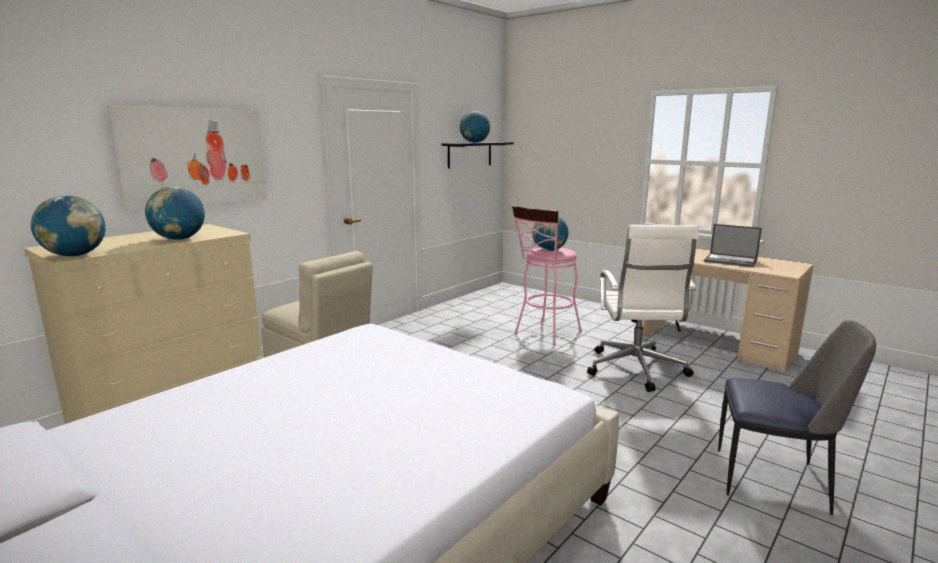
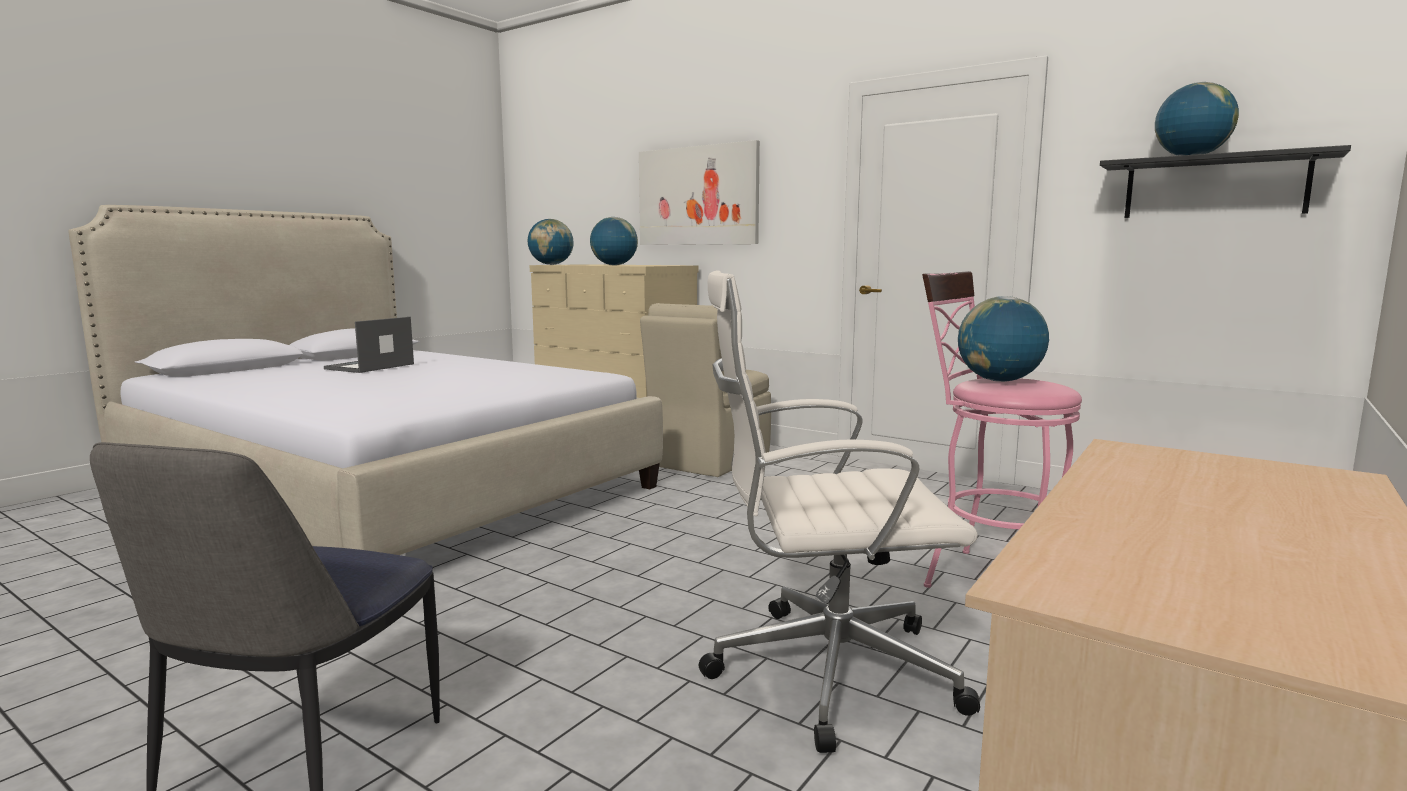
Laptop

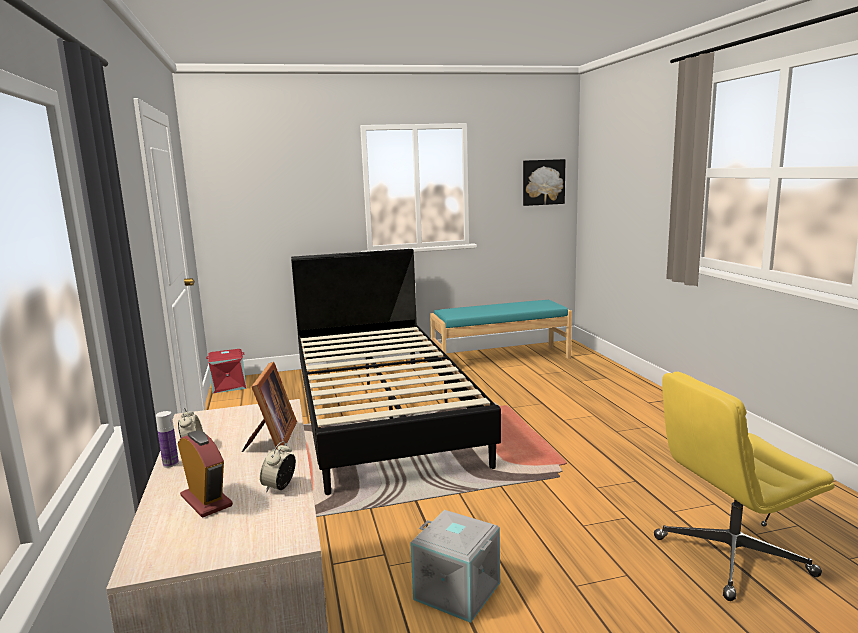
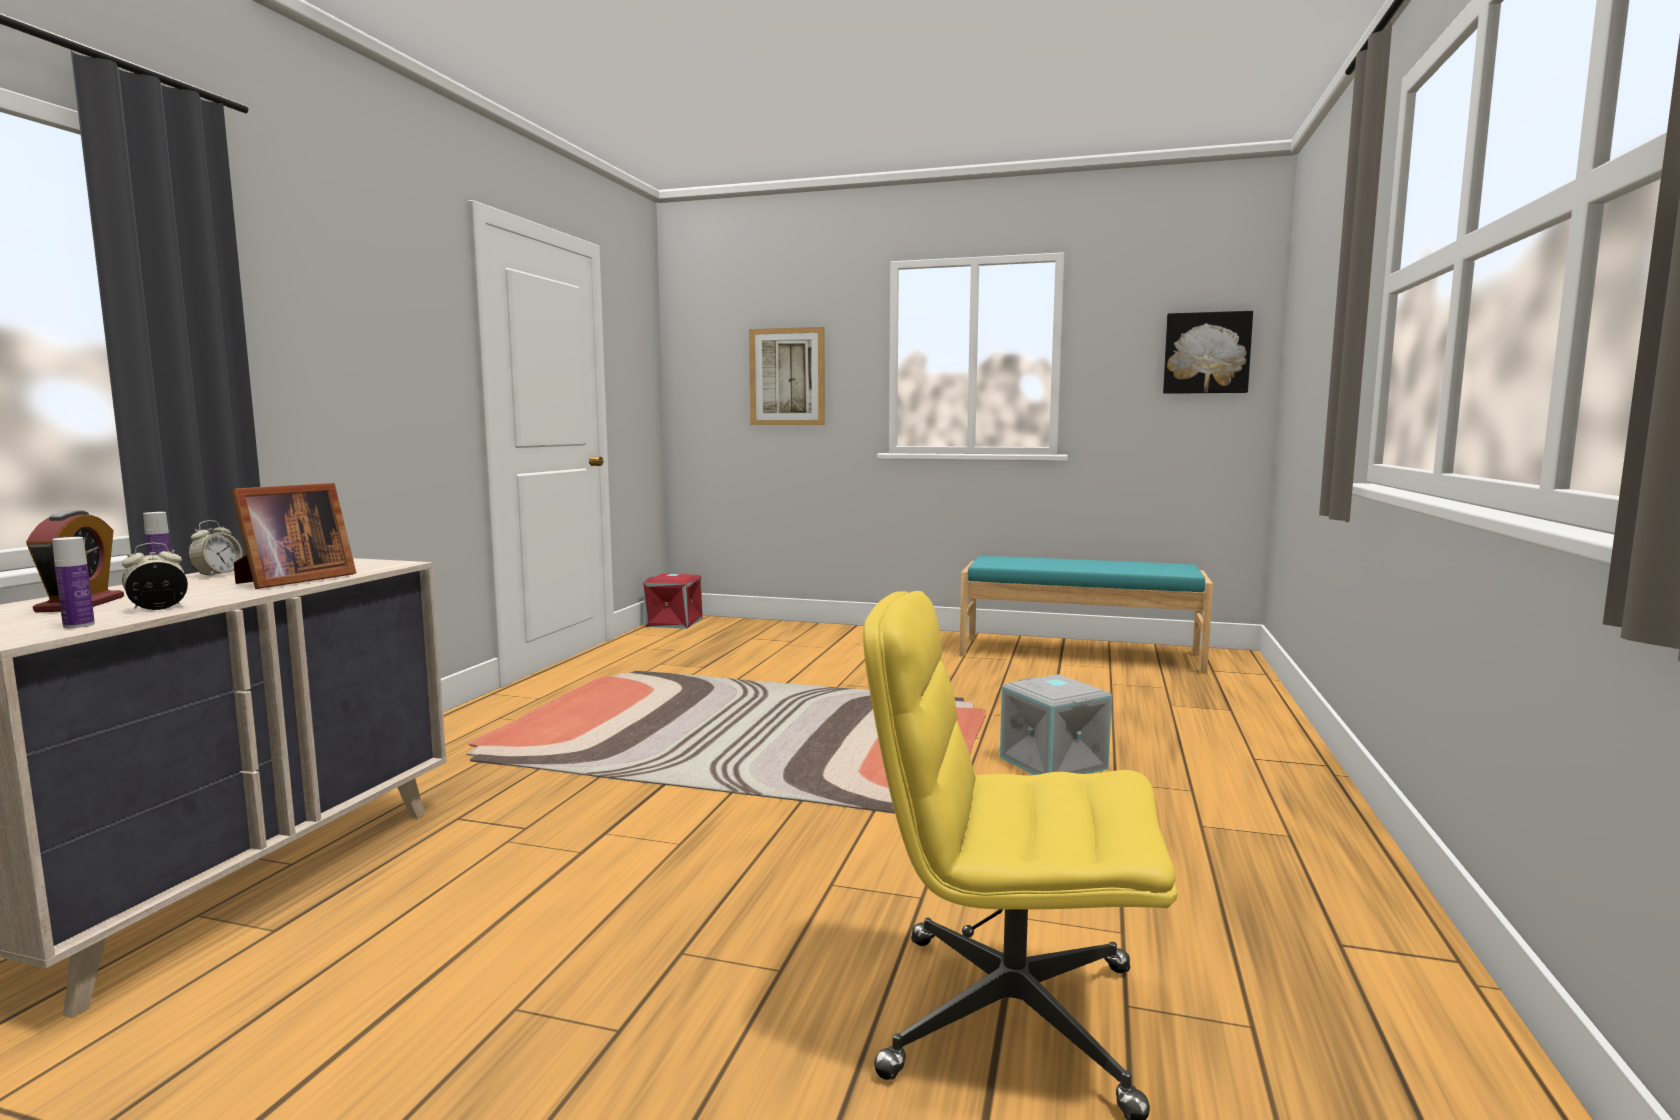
Bett/schwarz
Aufbewahrungsbox/grau
Bild (1st from left)
Flasche (1st from left)

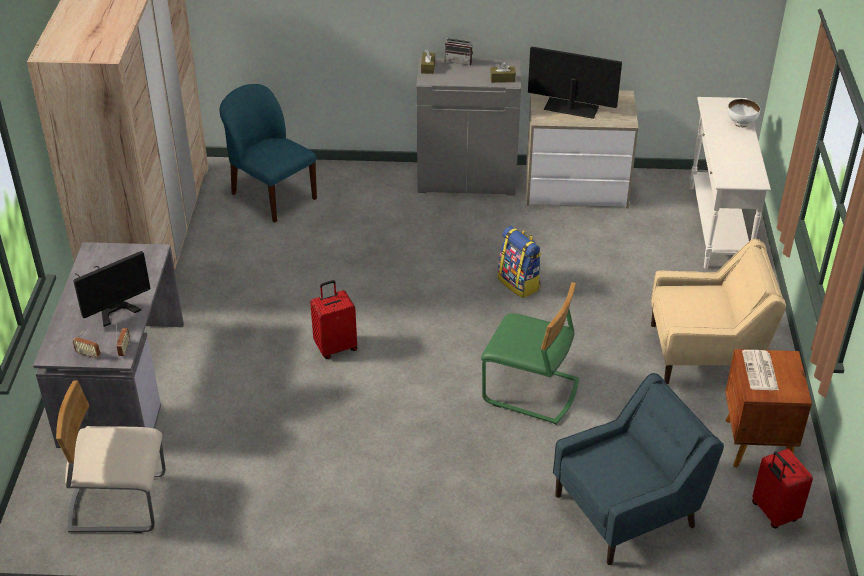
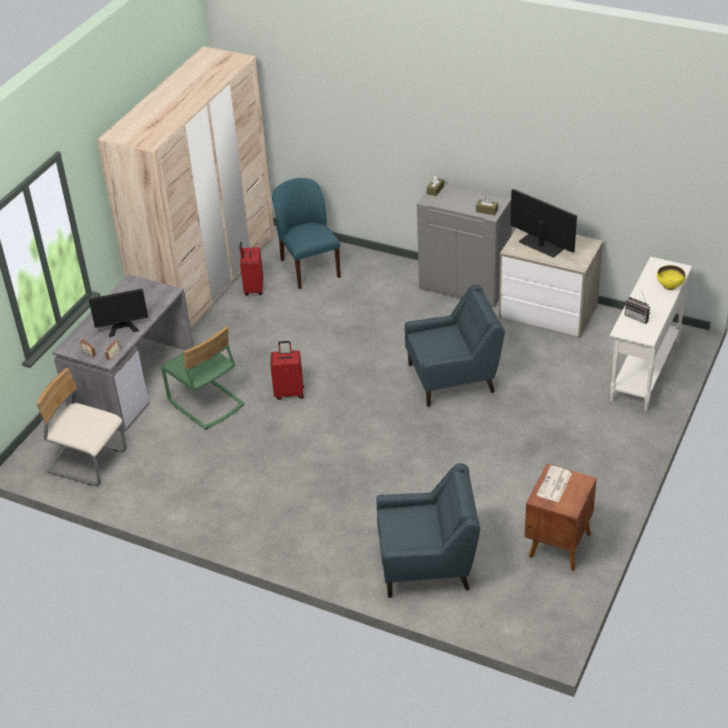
Radio (3rd from left)
Schüssel/gelb
Sessel/blau (2nd from left)
Sessel/beige
Stuhl/grün
Koffer/rot (1st from left)

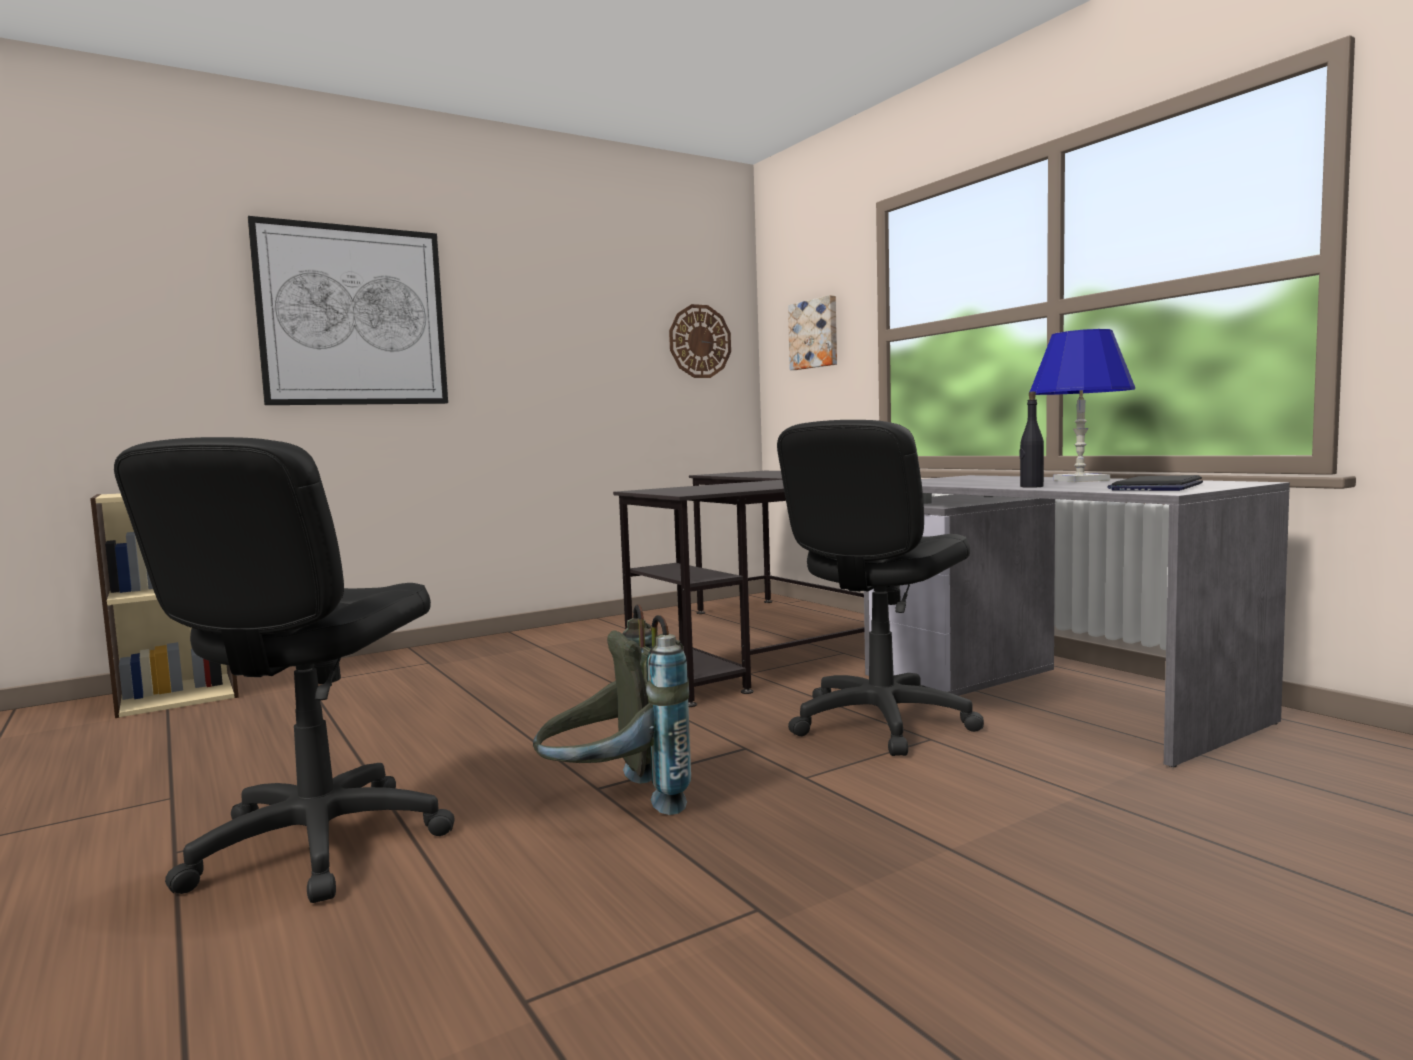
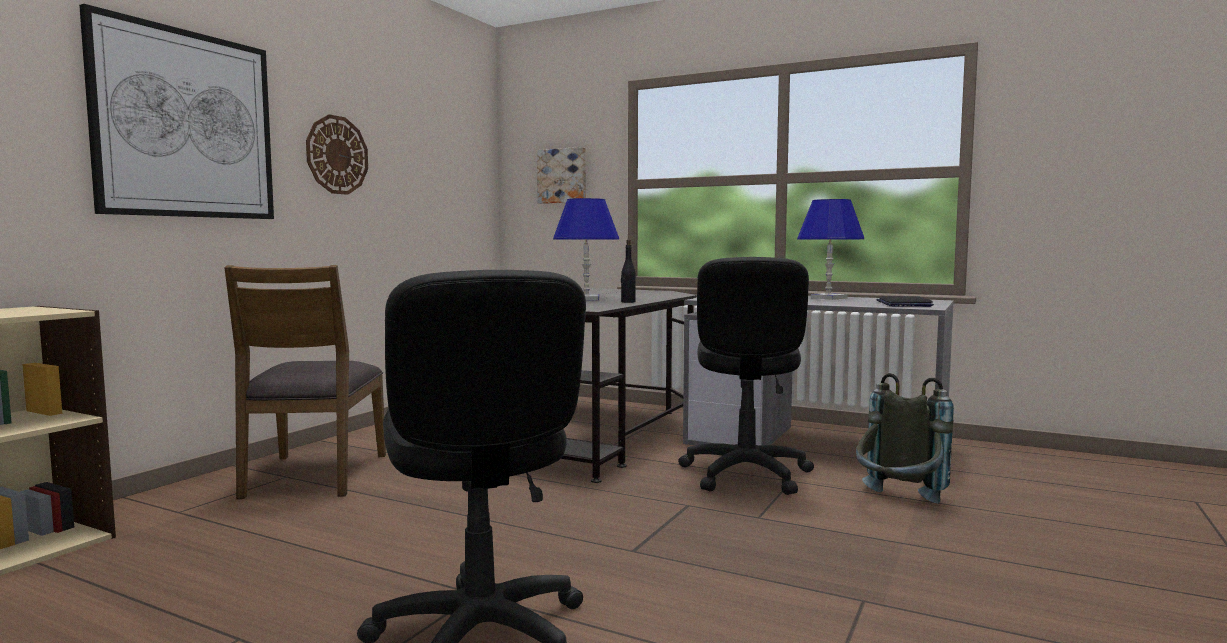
Wanduhr
Flasche/schwarz
Rucksack/grau
Tischlampe/blau (1st from left)
Stuhl/braun

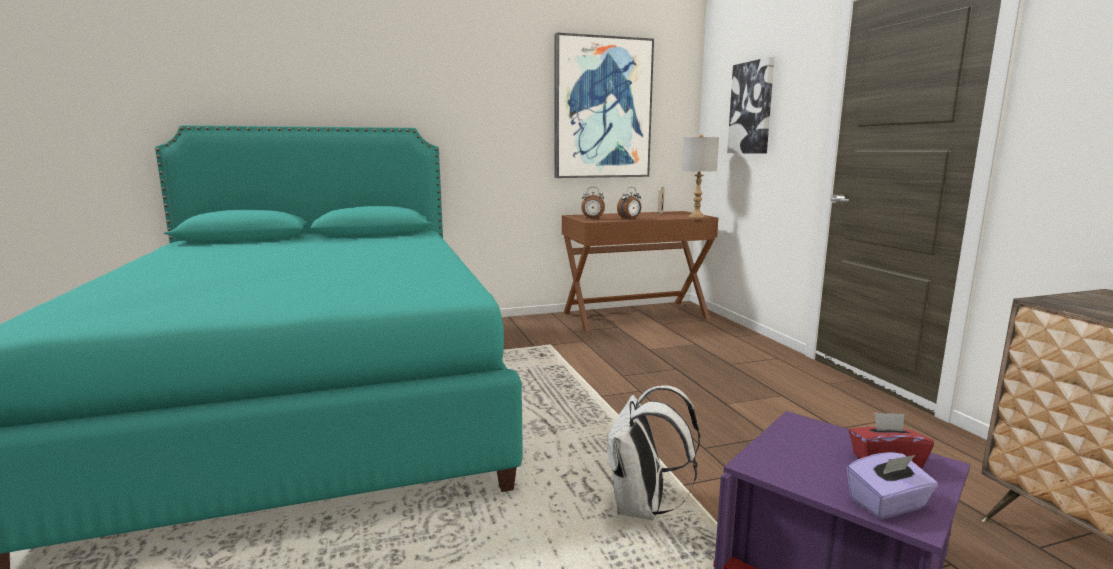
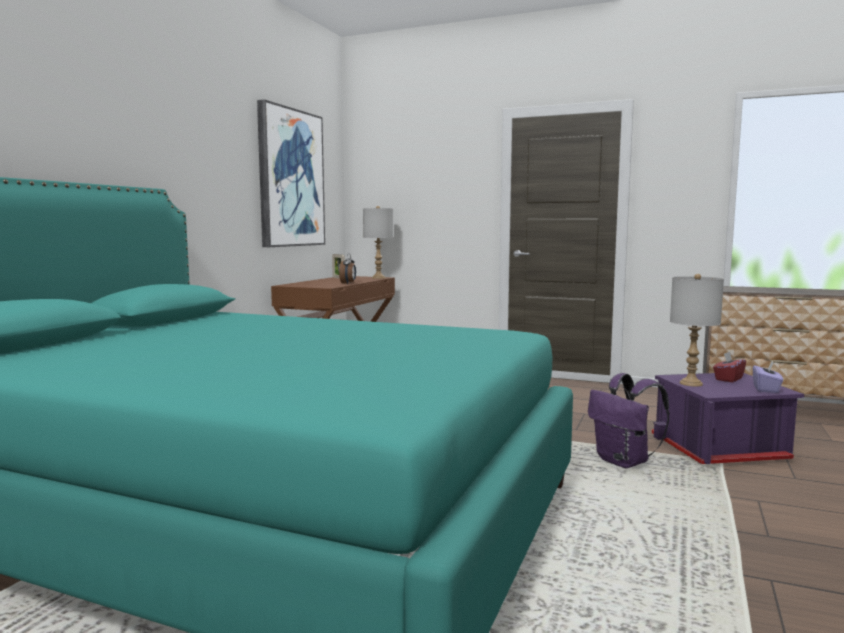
Bild (2nd from left in the first image)
Wecker (1st from left in the first image)
Rucksack/lila
Tischlampe/grau (2nd from left)

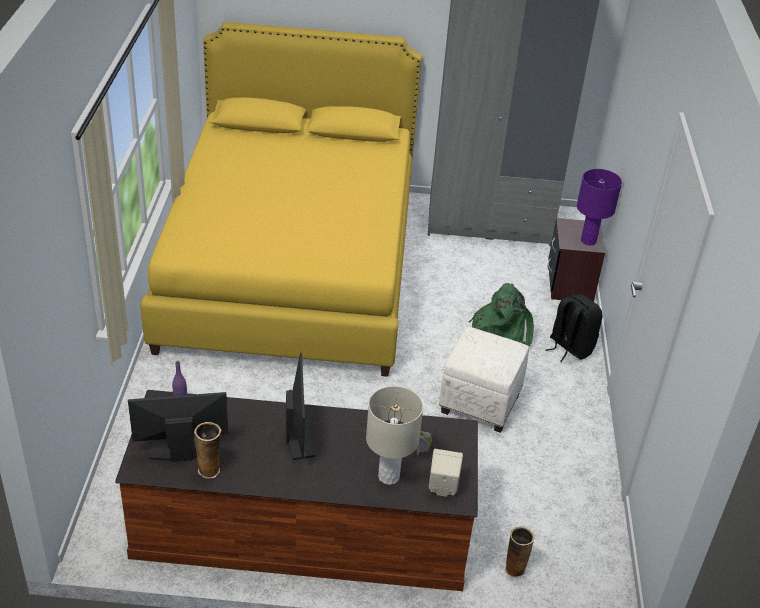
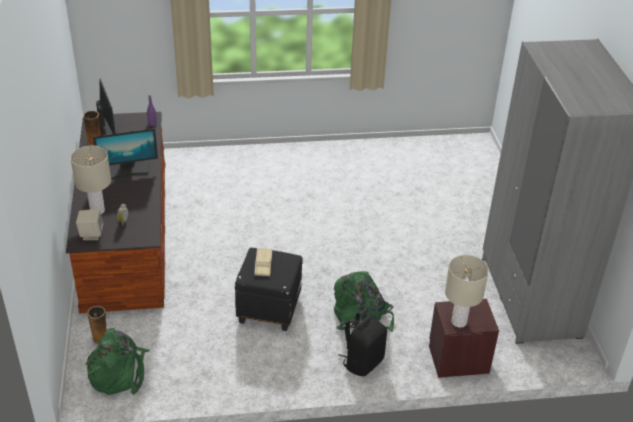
Bett/gelb
Tischlampe/beige (2nd from left)
Polsterhocker/schwarz
Tablett/beige
Rucksack/grün (1st from left)

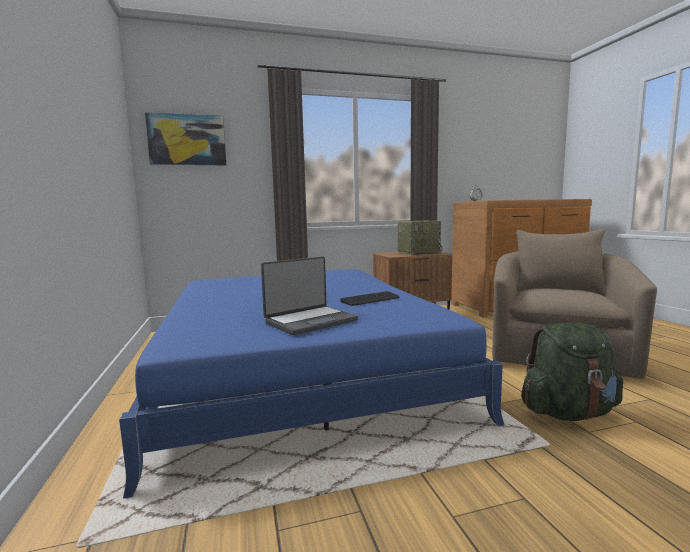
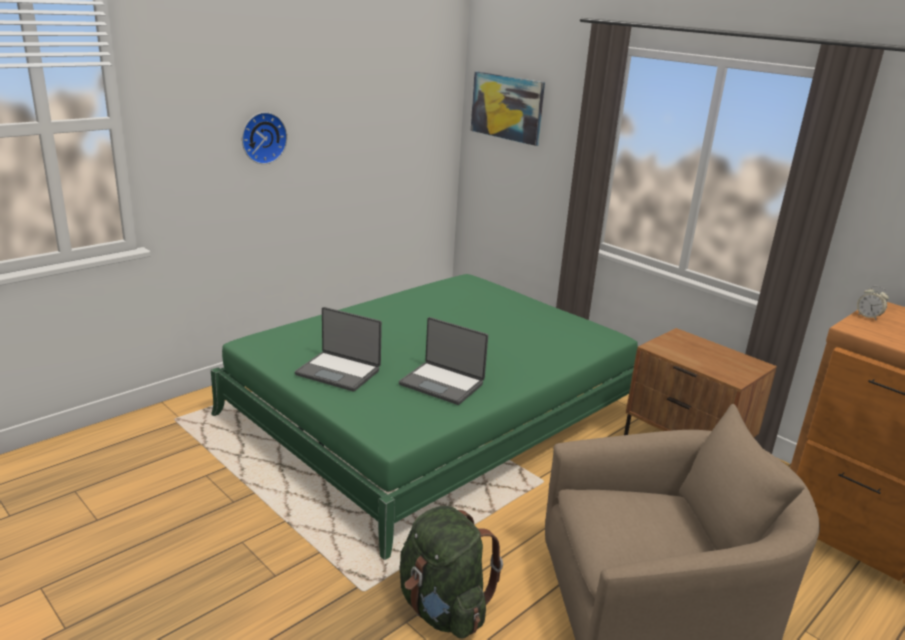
Radio
Bett/grün
Laptop (2nd from left)
Wanduhr

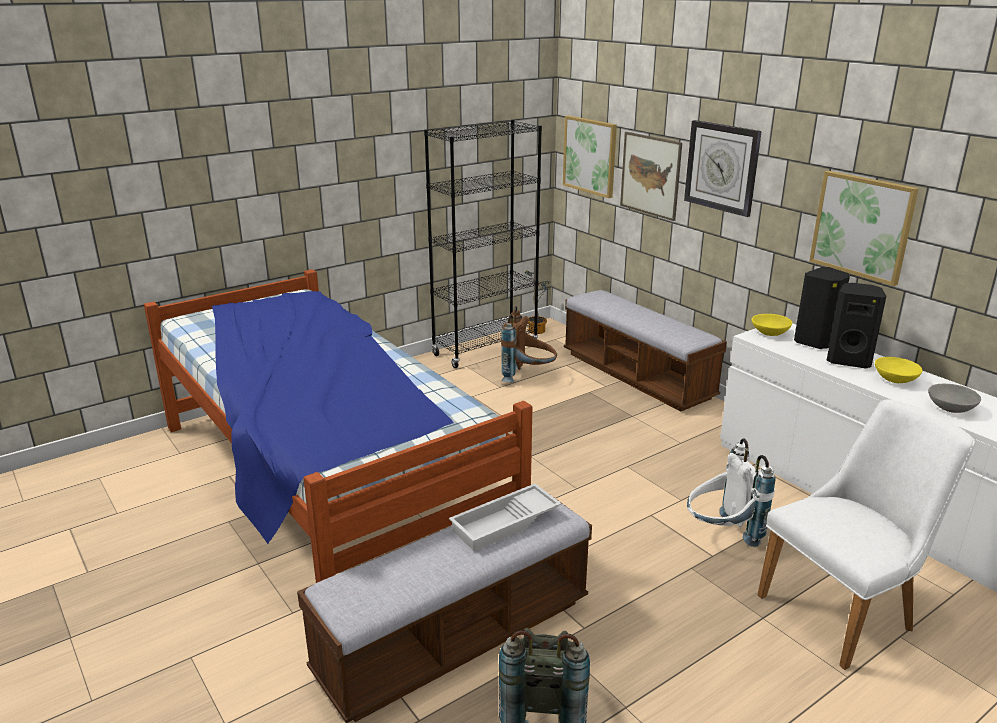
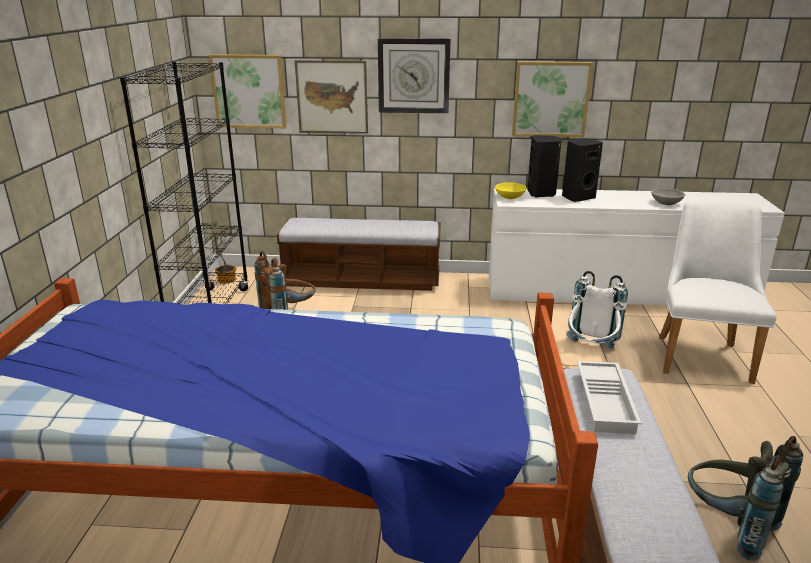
Schüssel/gelb (2nd from left in the first image)

